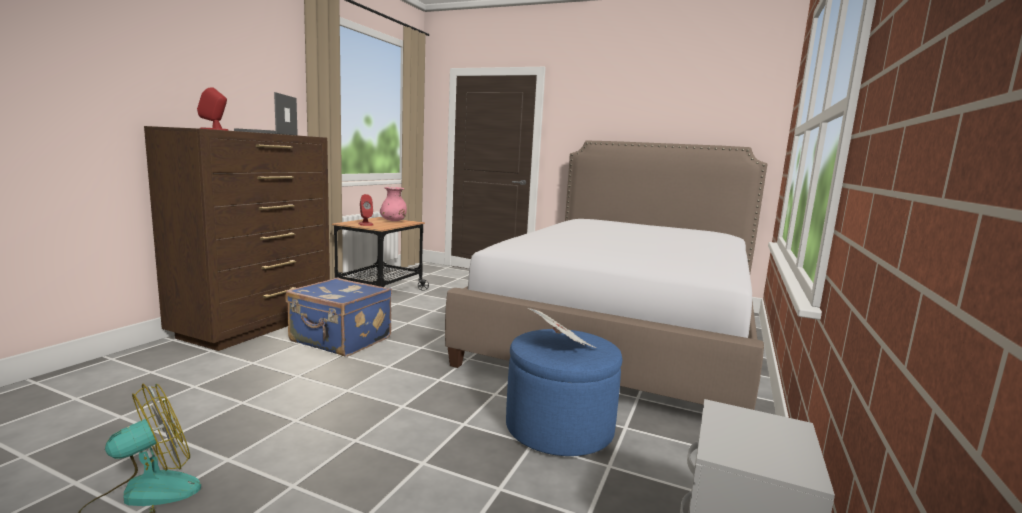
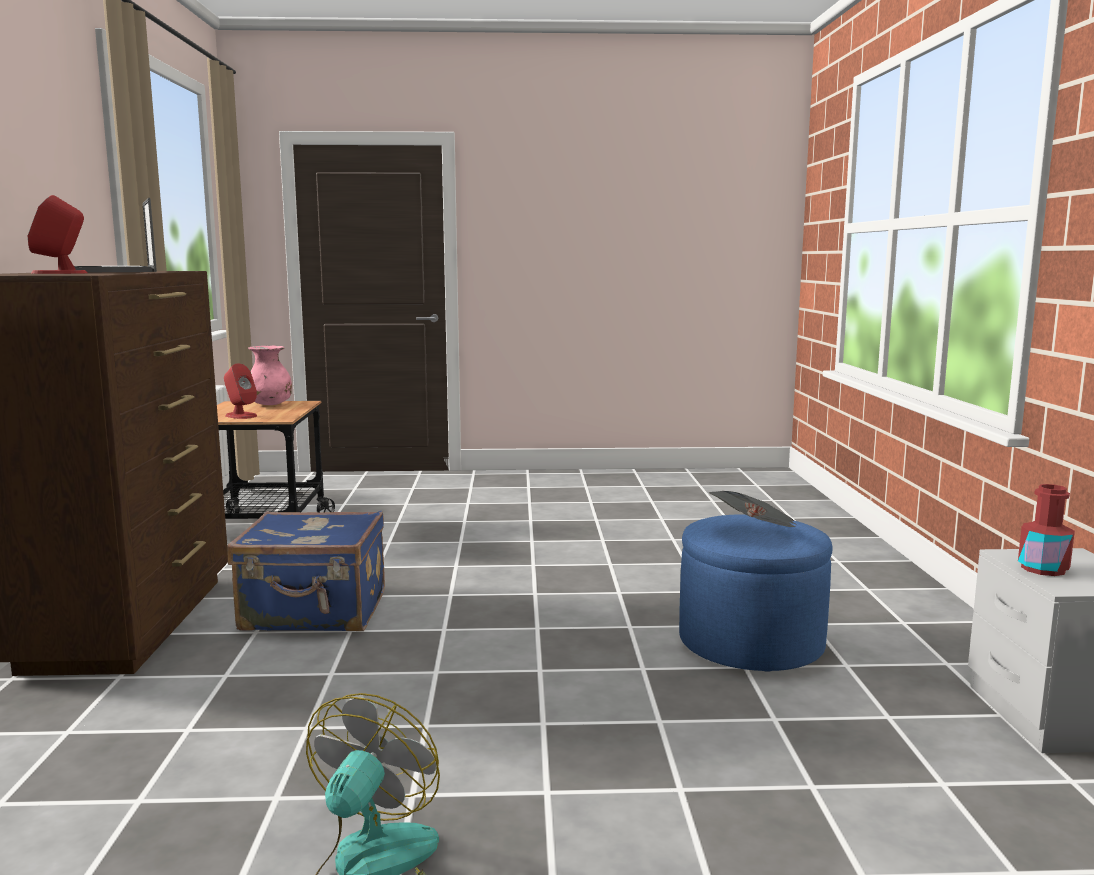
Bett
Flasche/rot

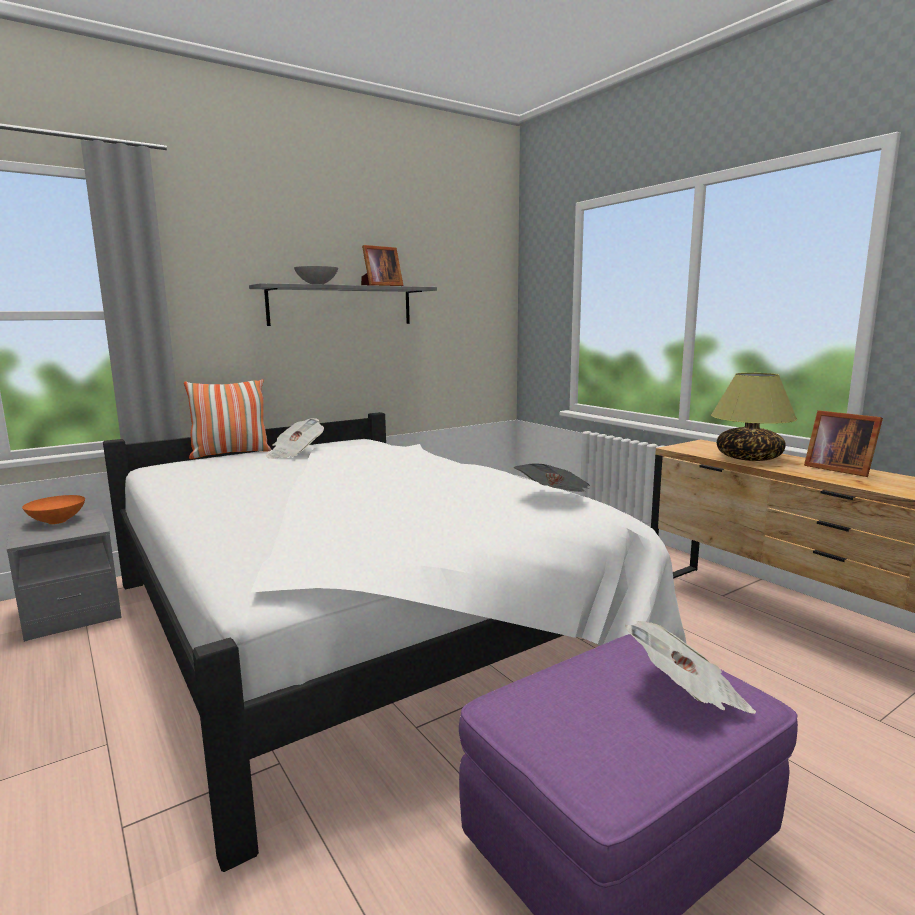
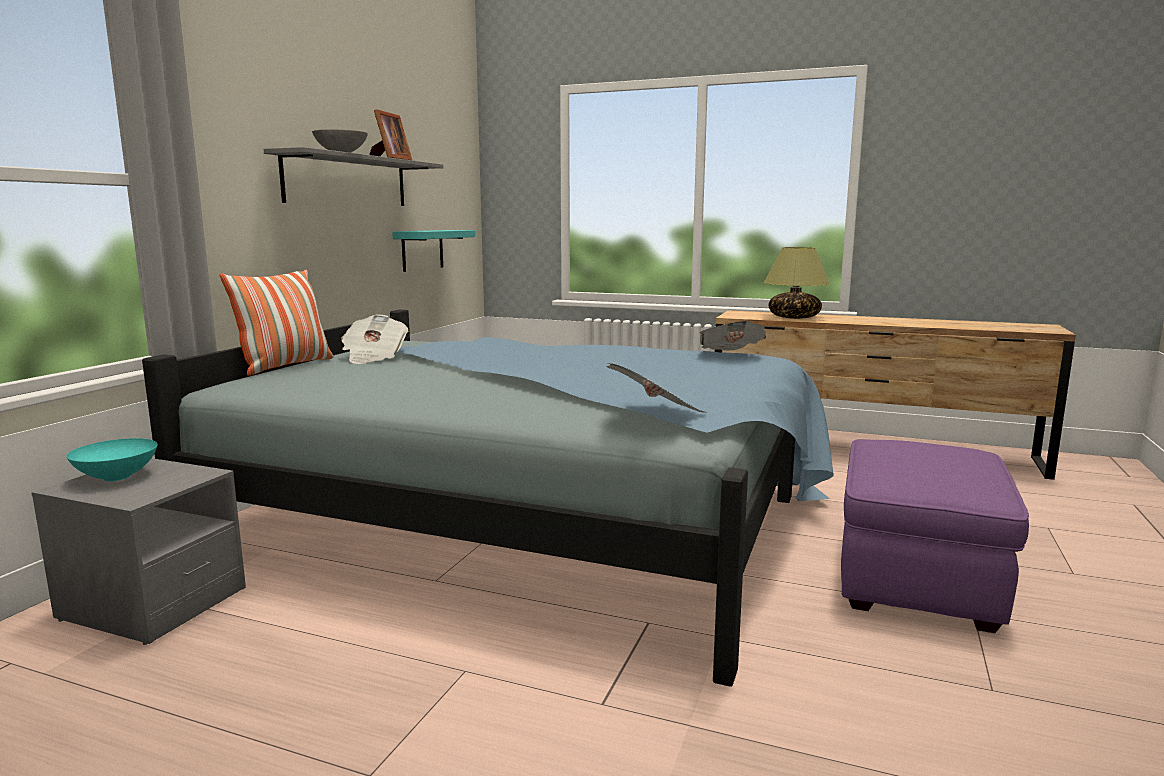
Bilderrahmen (2nd from left in the first image)
Bett/blau
Schüssel/türkis
Zeitung (2nd from left)
Wandregal/türkis

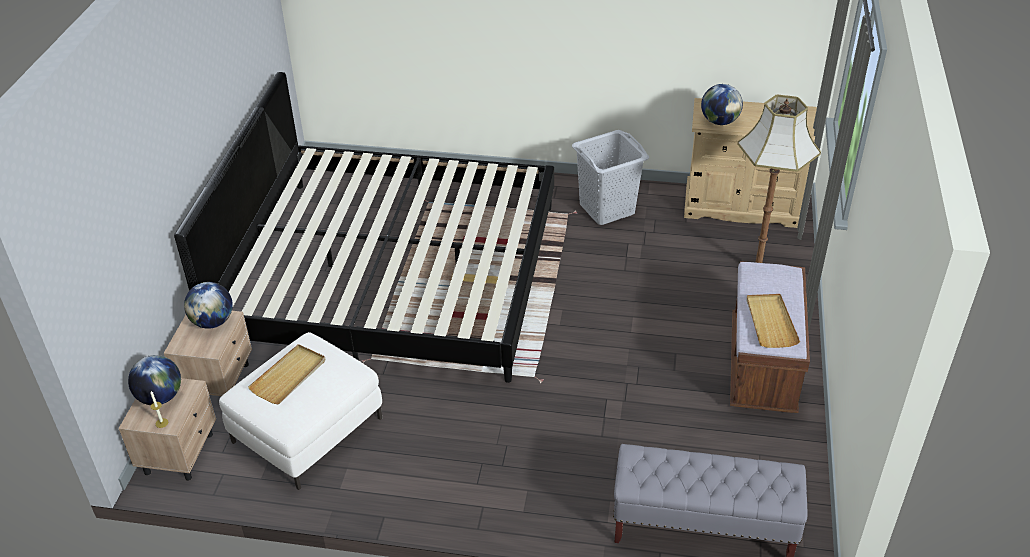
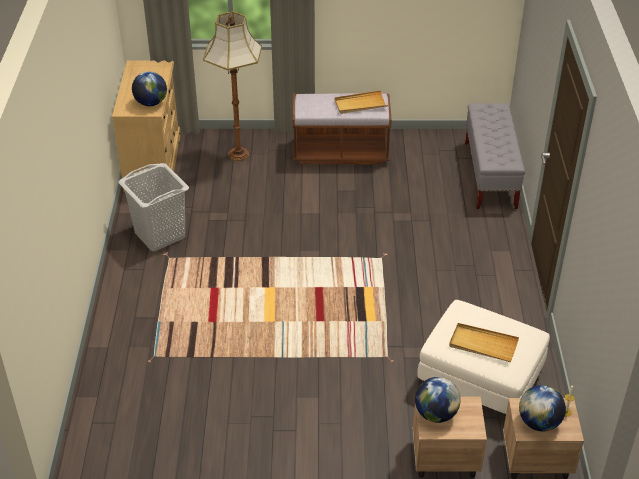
Bett

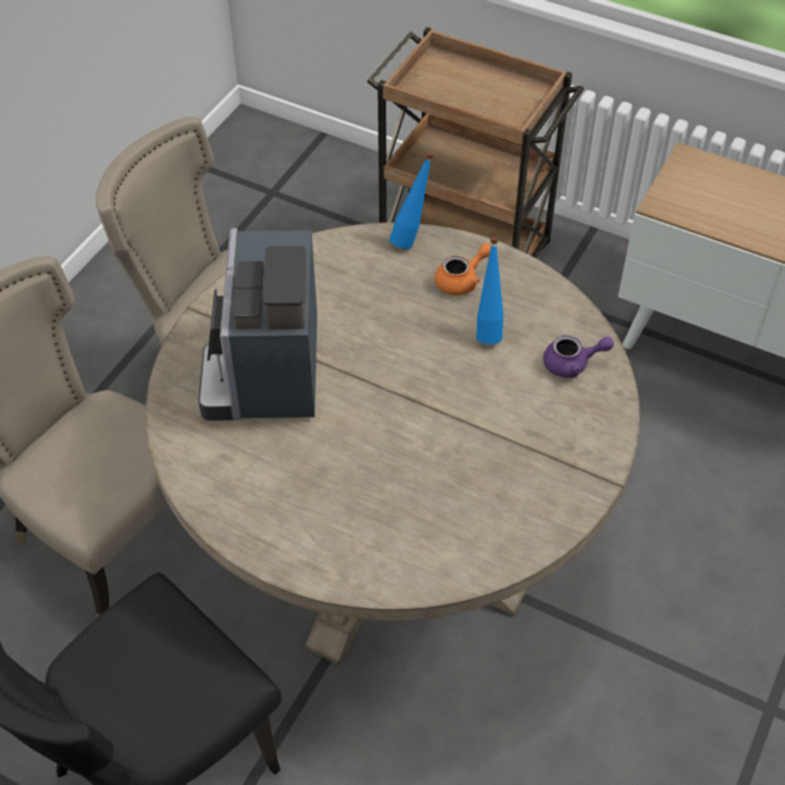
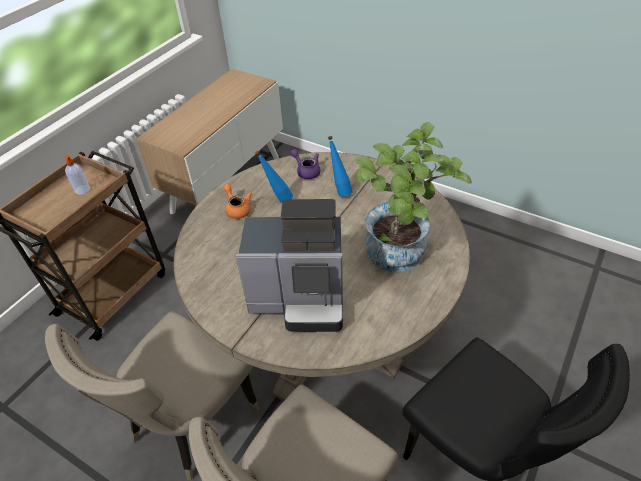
Flasche/blau (2nd from left)
Teekanne/lila
Topfpflanze
Seifenspender

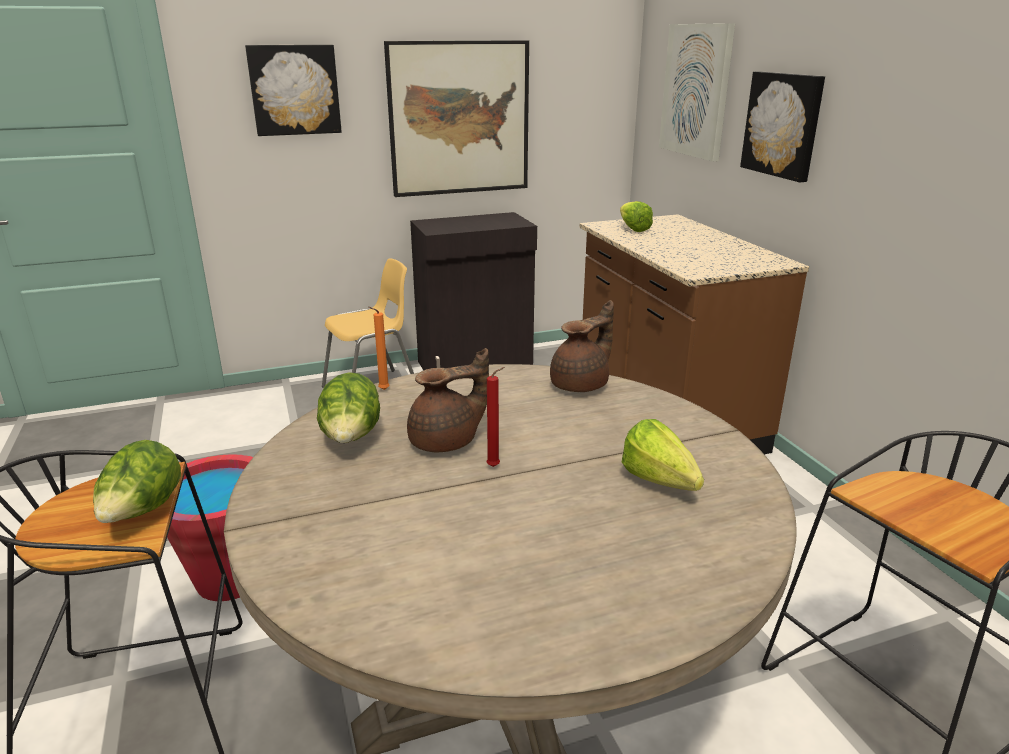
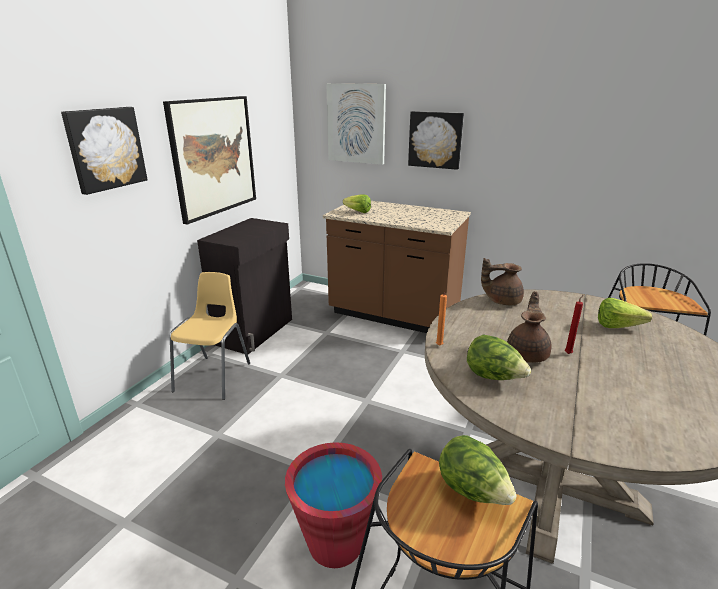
Teekanne/braun (1st from left)

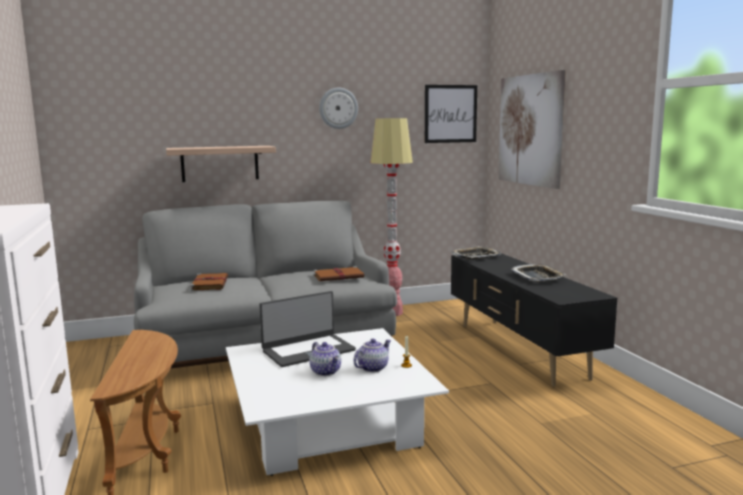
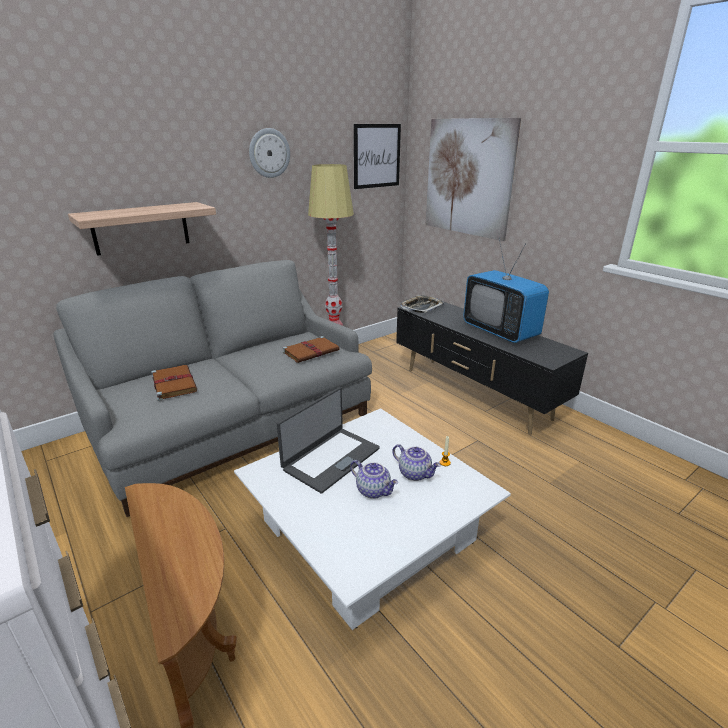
Fernseher
Teekanne (2nd from left)

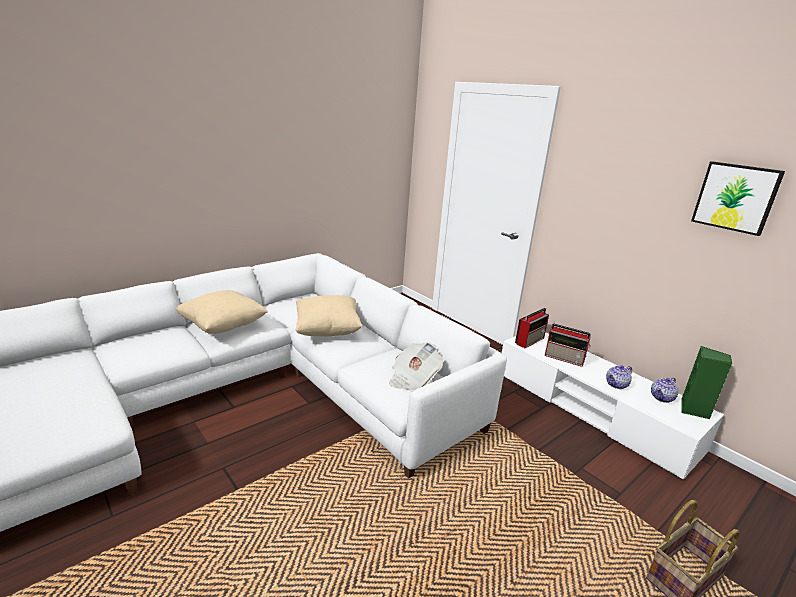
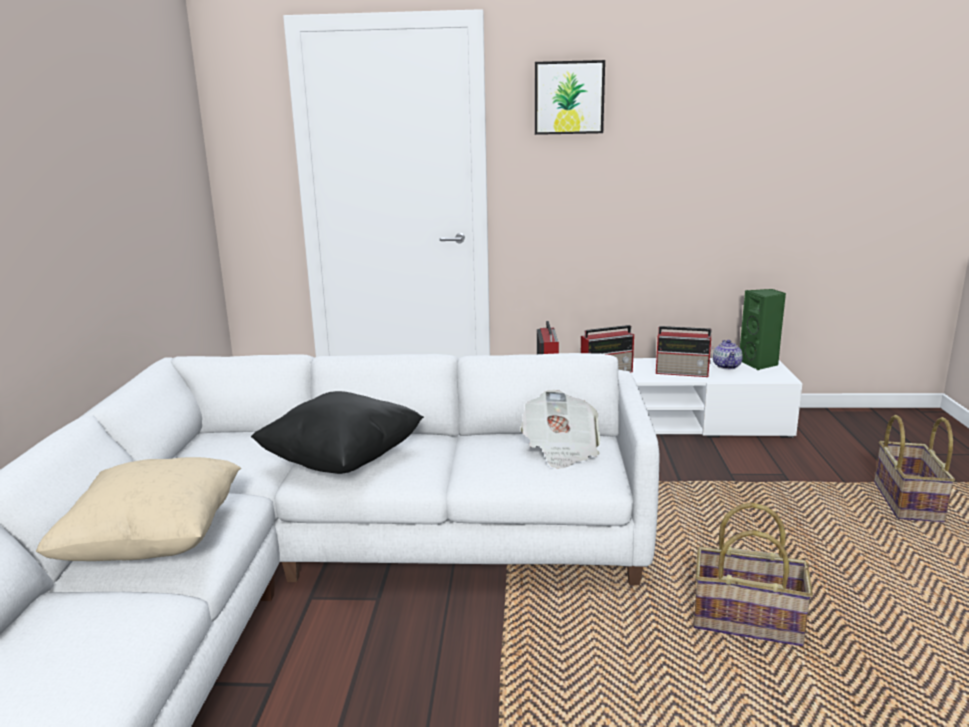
Bild
Kissen/schwarz
Radio (3rd from left)
Korb (1st from left)

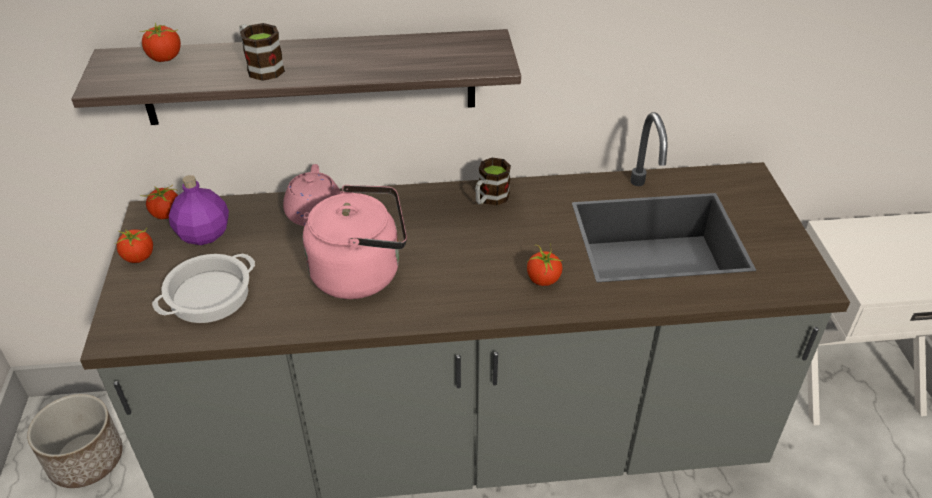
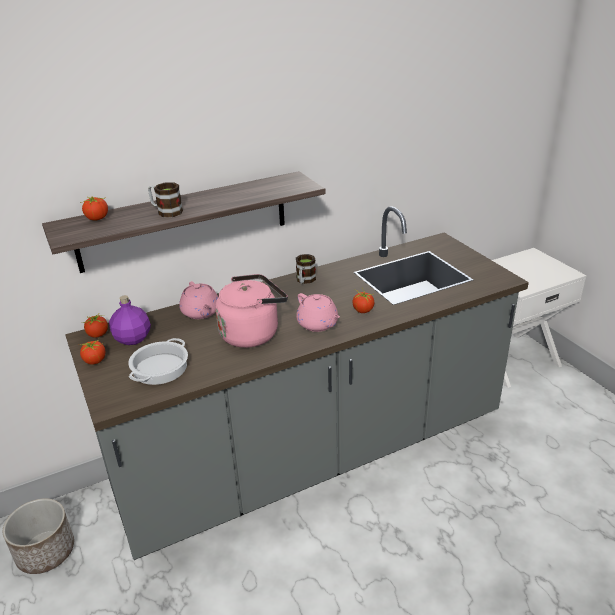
Teekanne/rosa (2nd from left)

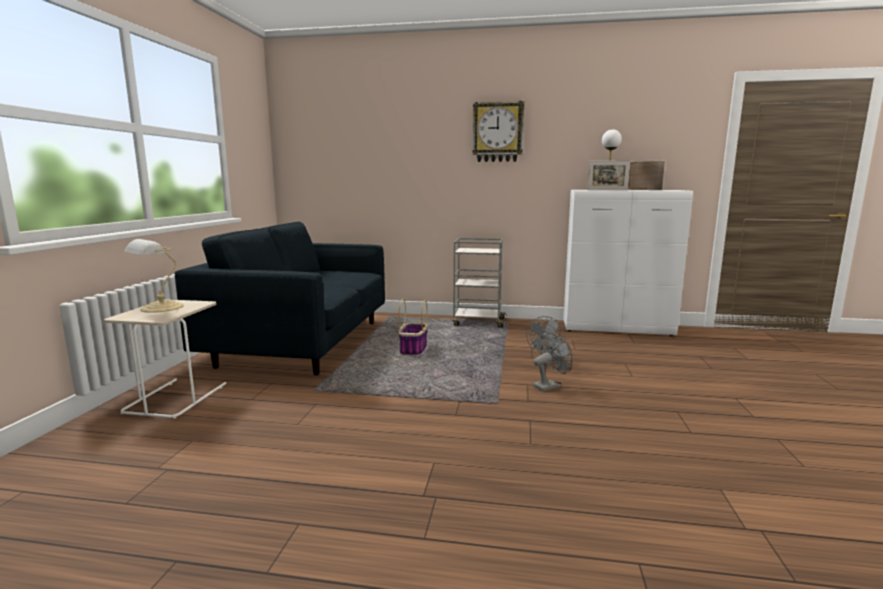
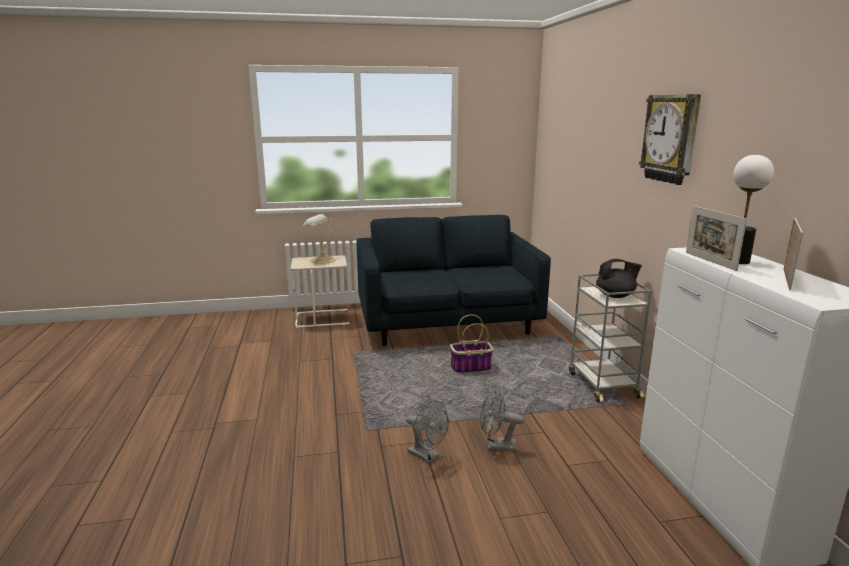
Teekanne/schwarz

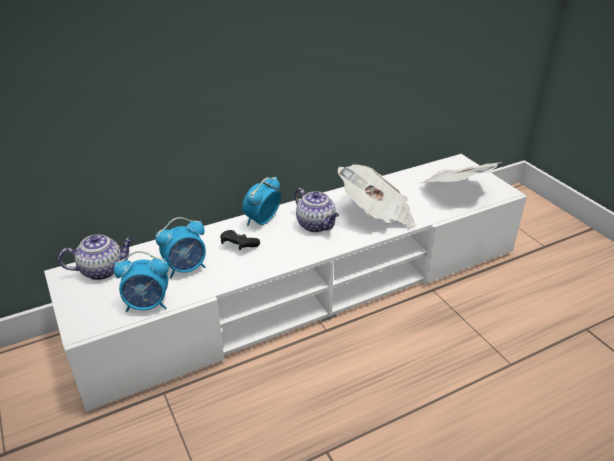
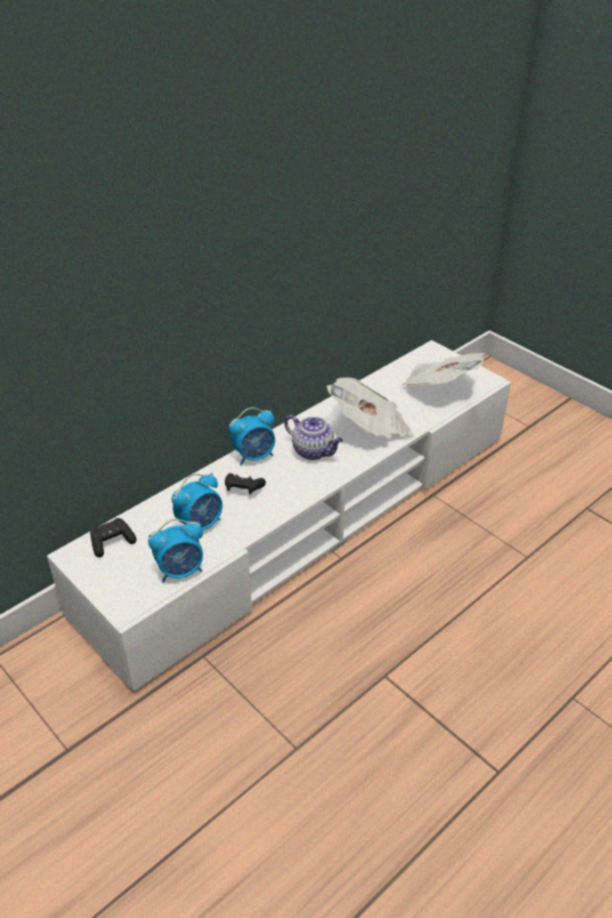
Wecker (3rd from left)
Gamepad/schwarz (1st from left)

